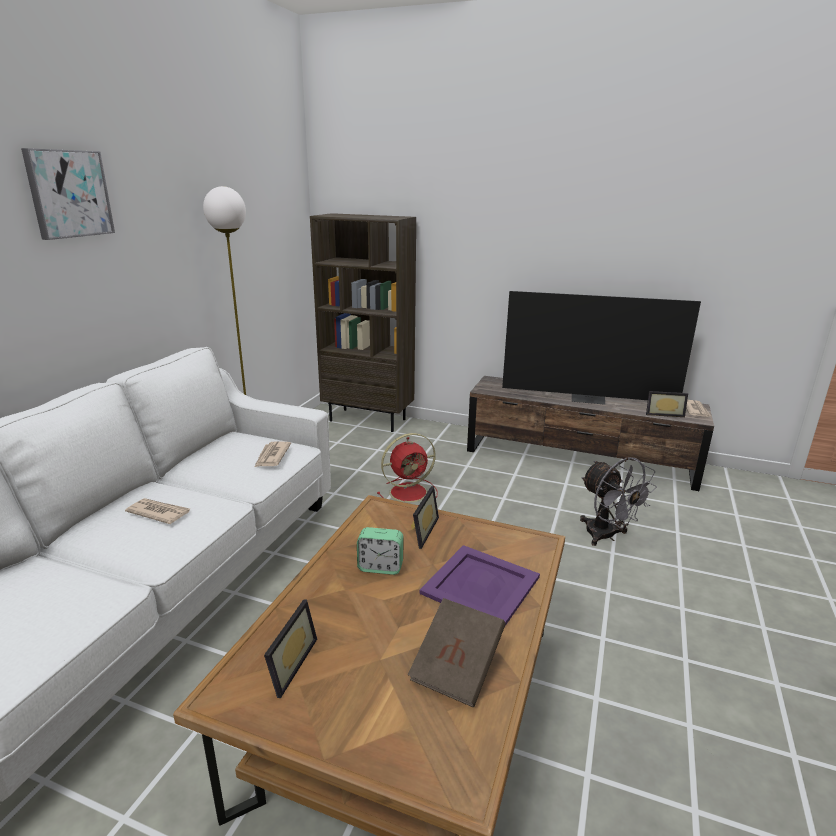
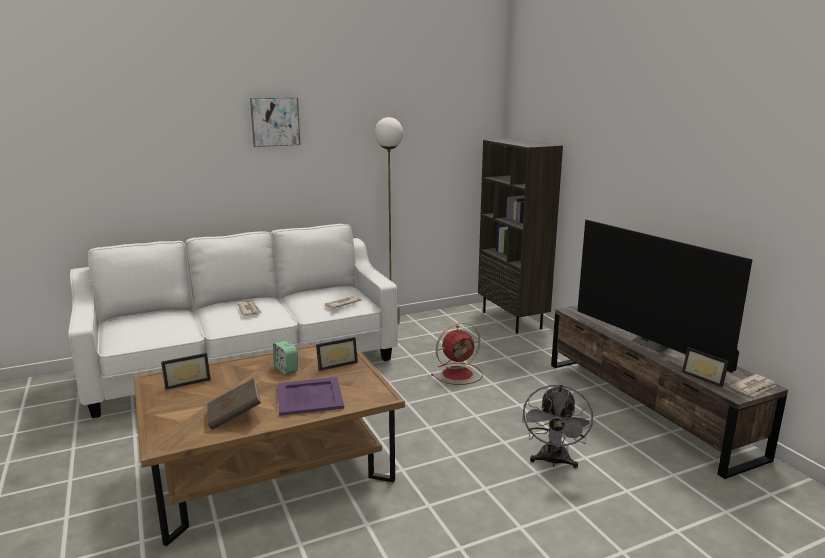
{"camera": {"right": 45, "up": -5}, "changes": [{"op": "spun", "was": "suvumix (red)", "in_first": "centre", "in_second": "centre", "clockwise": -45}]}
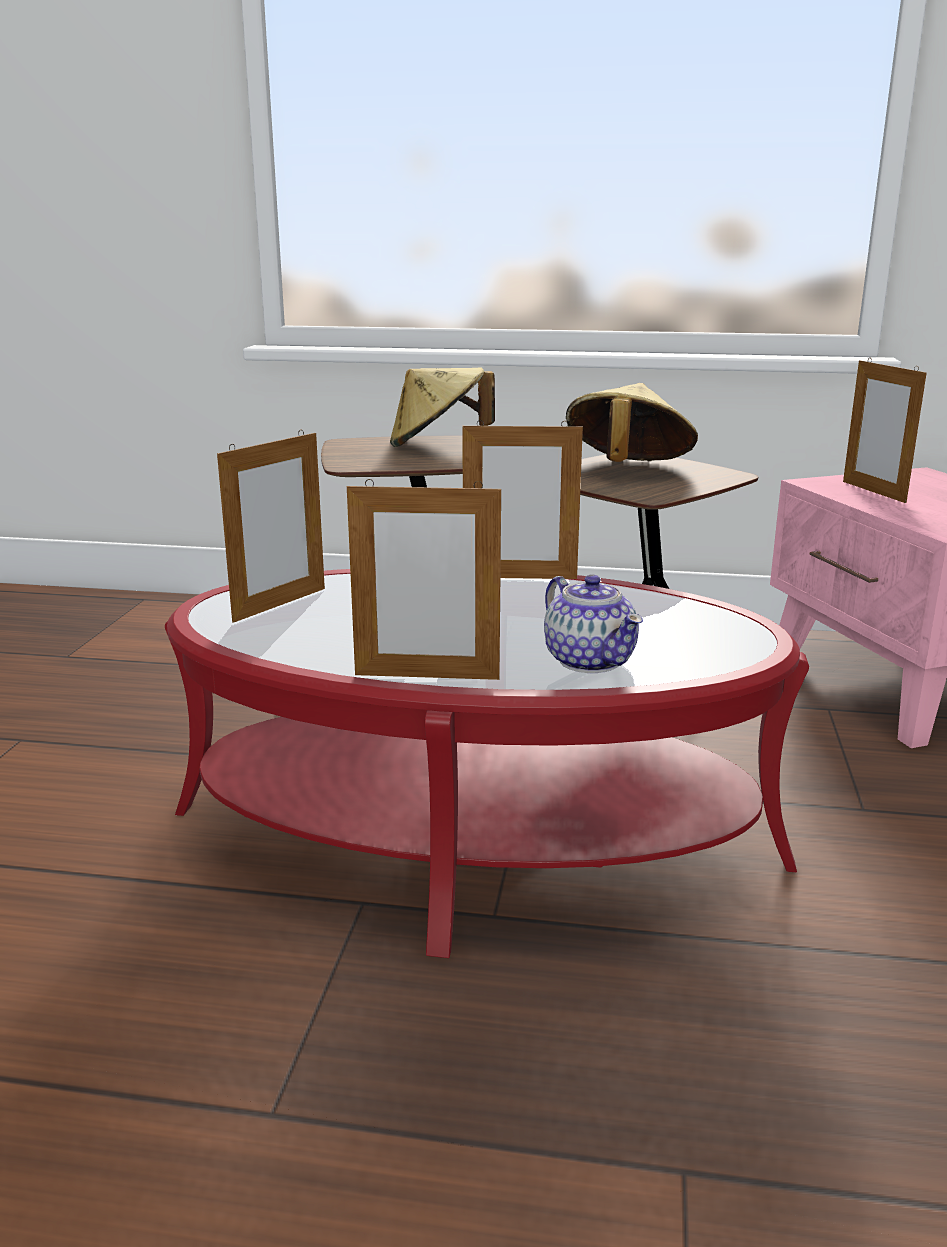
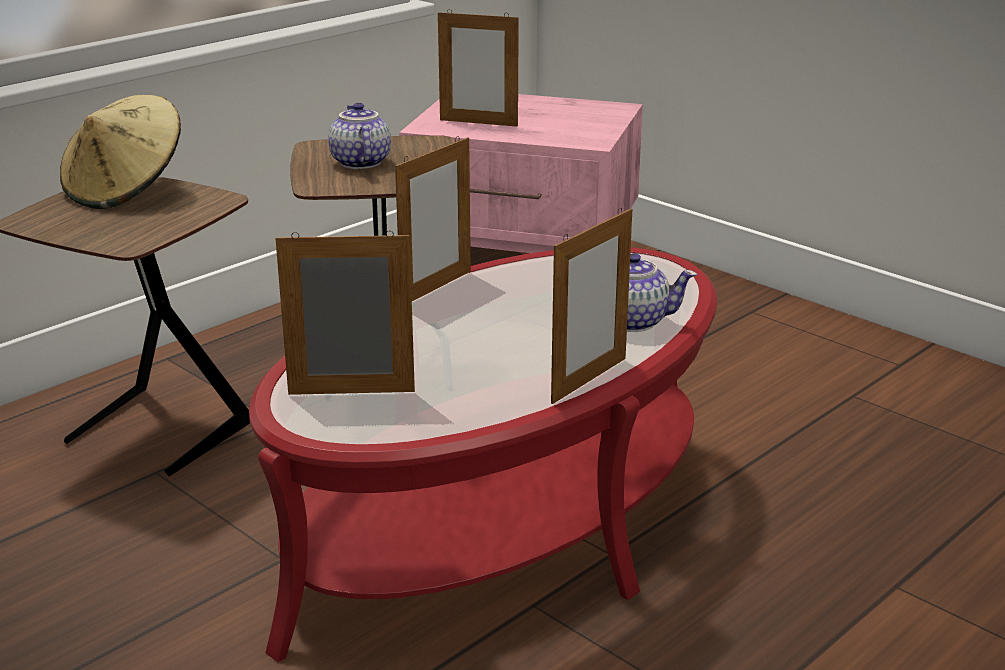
{"camera": {"right": -55, "up": 5}, "changes": [{"op": "exchanged", "was": "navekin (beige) (no. 2 from left)", "now": "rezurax (no. 1 from left)", "in_first": "middle right", "in_second": "top centre"}, {"op": "spun", "was": "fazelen (no. 1 from left)", "in_first": "middle left", "in_second": "centre", "clockwise": -75}]}
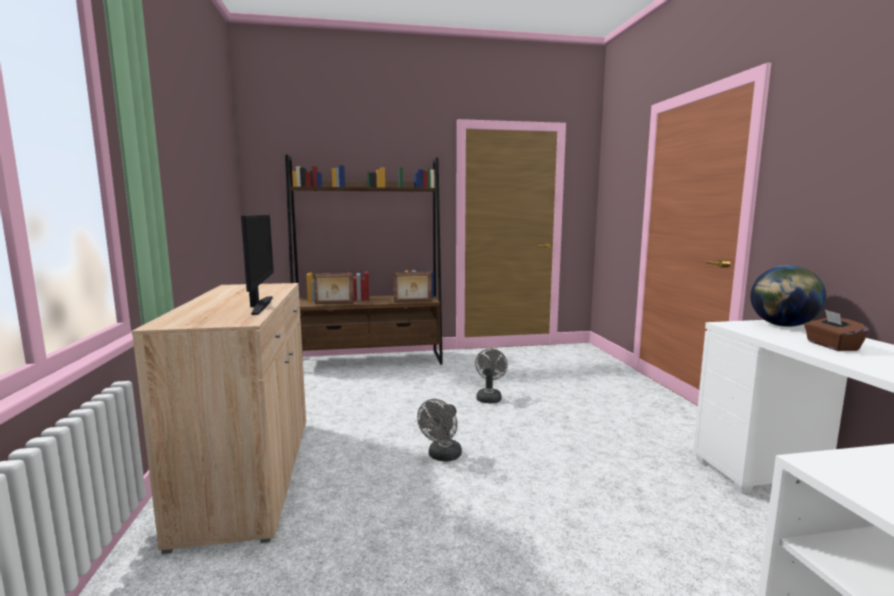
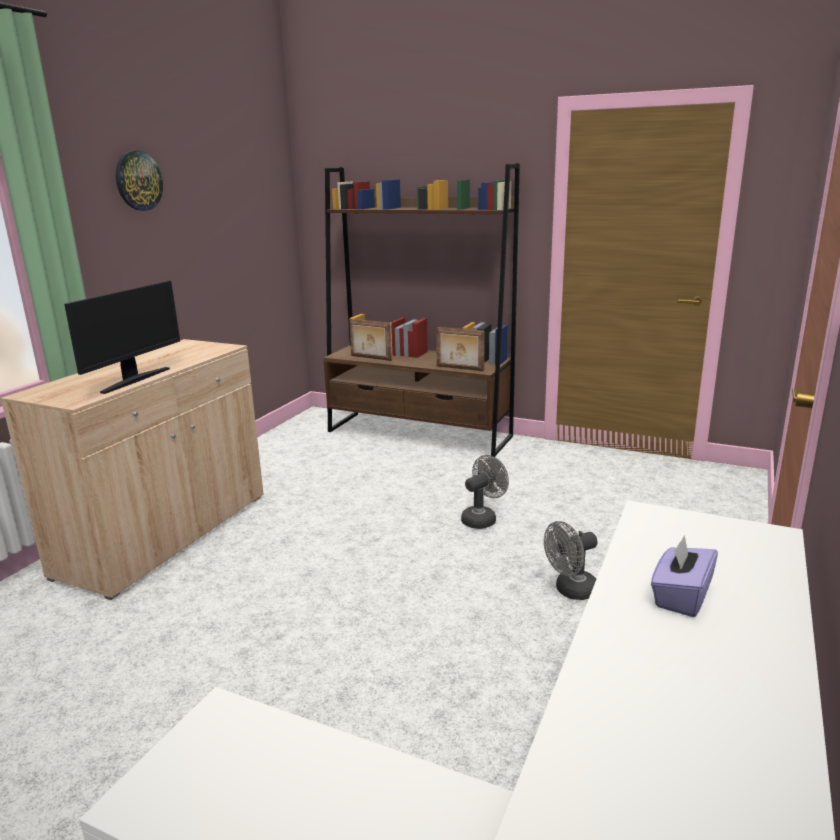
{"camera": {"right": 35, "up": 10}, "changes": [{"op": "missing", "was": "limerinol", "in_first": "middle right"}, {"op": "colour", "was": "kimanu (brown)", "now": "kimanu (purple)", "in_first": "middle right", "in_second": "bottom right"}, {"op": "relocated", "was": "suvumix (grey) (no. 1 from left in the first image)", "now": "suvumix (grey) (no. 2 from left)", "in_first": "bottom centre", "in_second": "bottom right"}, {"op": "appeared", "now": "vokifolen", "in_second": "top left"}]}
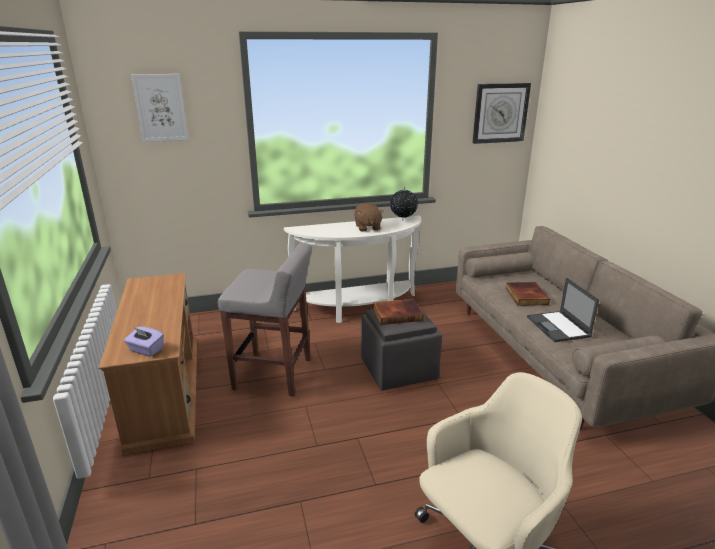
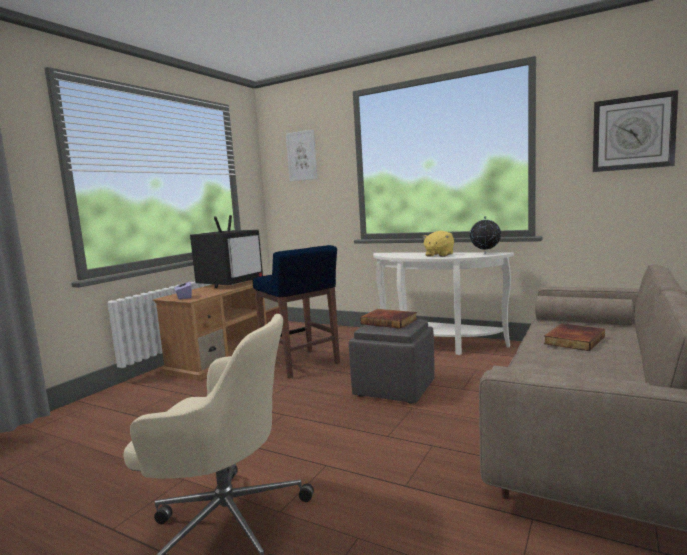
{"camera": {"right": 45, "up": -15}, "changes": [{"op": "colour", "was": "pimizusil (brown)", "now": "pimizusil (yellow)", "in_first": "centre", "in_second": "centre"}, {"op": "colour", "was": "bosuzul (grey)", "now": "bosuzul (blue)", "in_first": "centre", "in_second": "centre"}, {"op": "missing", "was": "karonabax", "in_first": "middle right"}, {"op": "appeared", "now": "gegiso", "in_second": "middle left"}]}
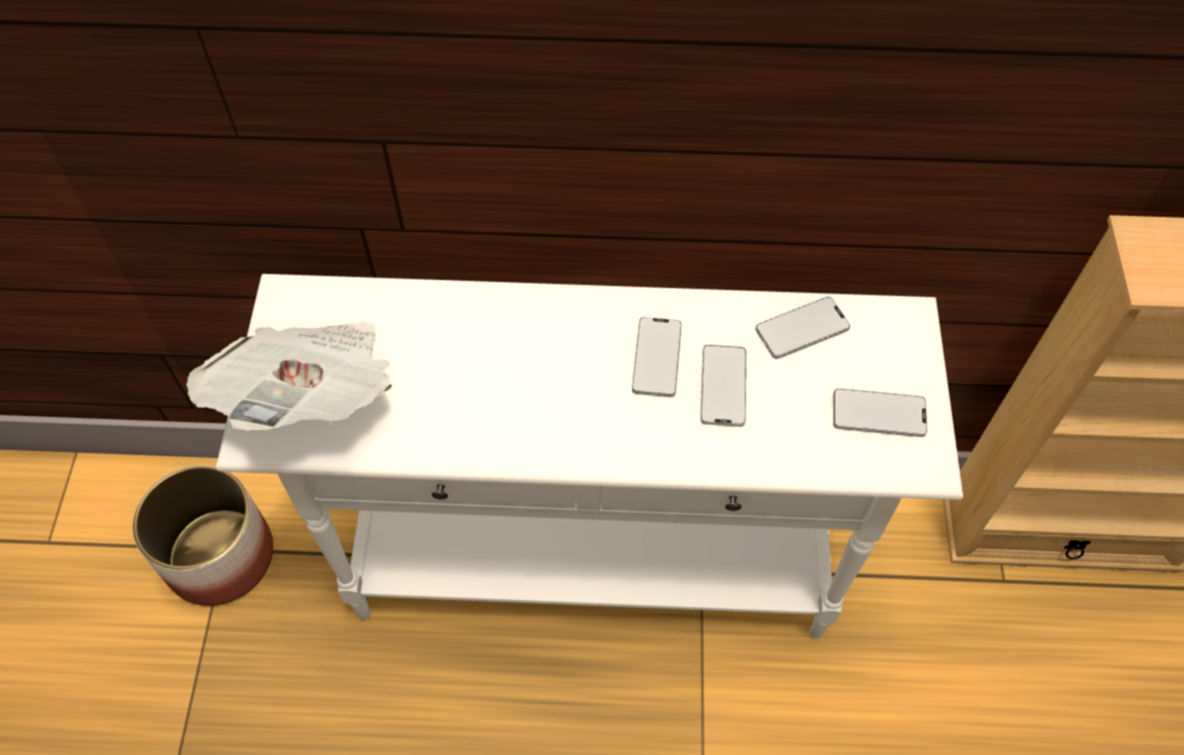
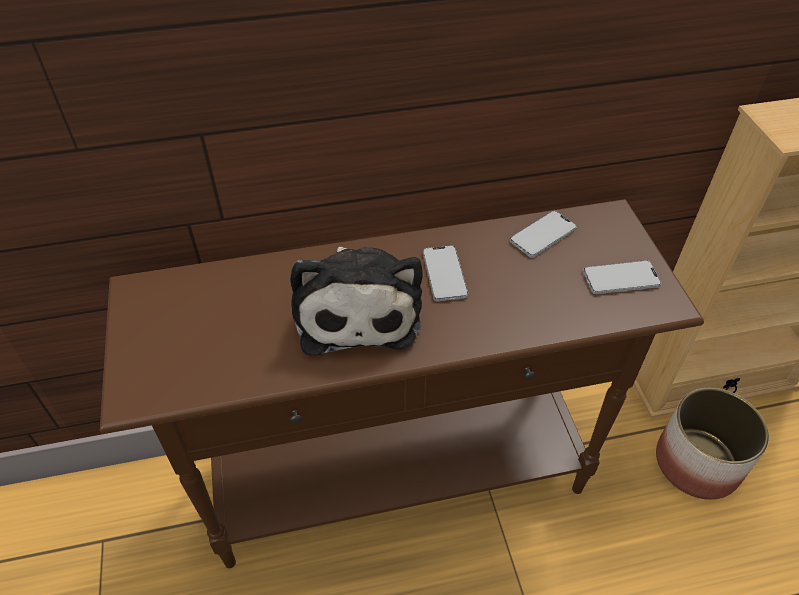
{"camera": {"right": -15, "up": -10}, "changes": [{"op": "colour", "was": "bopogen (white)", "now": "bopogen (brown)", "in_first": "centre", "in_second": "centre"}, {"op": "missing", "was": "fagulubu", "in_first": "middle left"}, {"op": "missing", "was": "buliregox (no. 2 from left)", "in_first": "centre"}, {"op": "relocated", "was": "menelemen", "in_first": "bottom left", "in_second": "bottom right"}, {"op": "appeared", "now": "pimizusil", "in_second": "centre"}]}
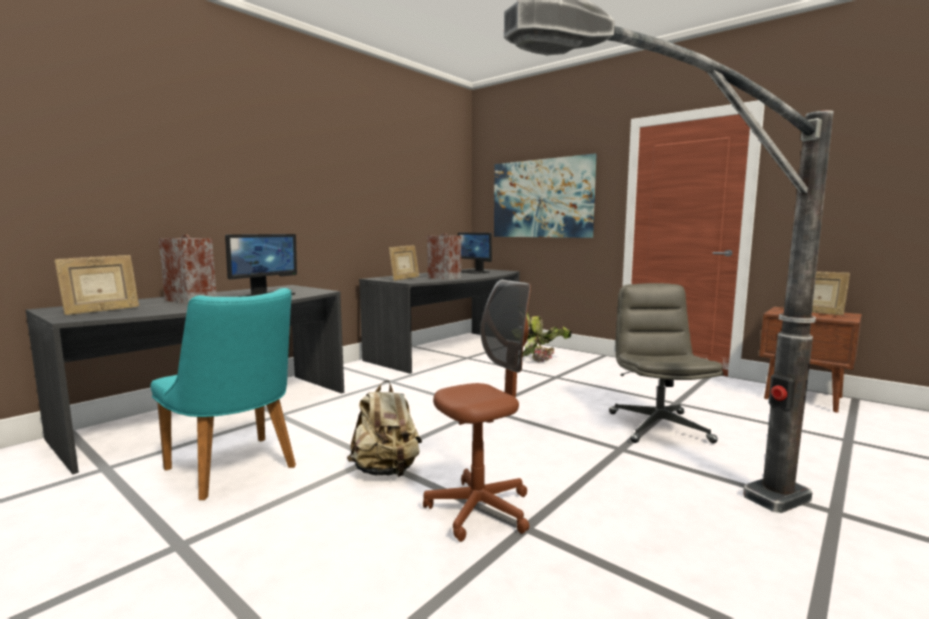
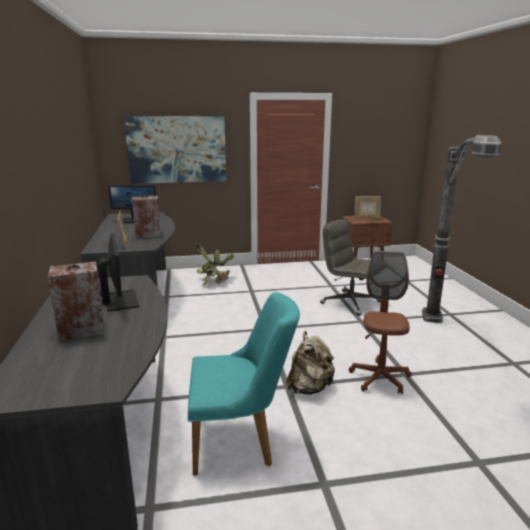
{"camera": {"right": -50, "up": 10}, "changes": [{"op": "missing", "was": "fazelen (no. 1 from left)", "in_first": "middle left"}]}
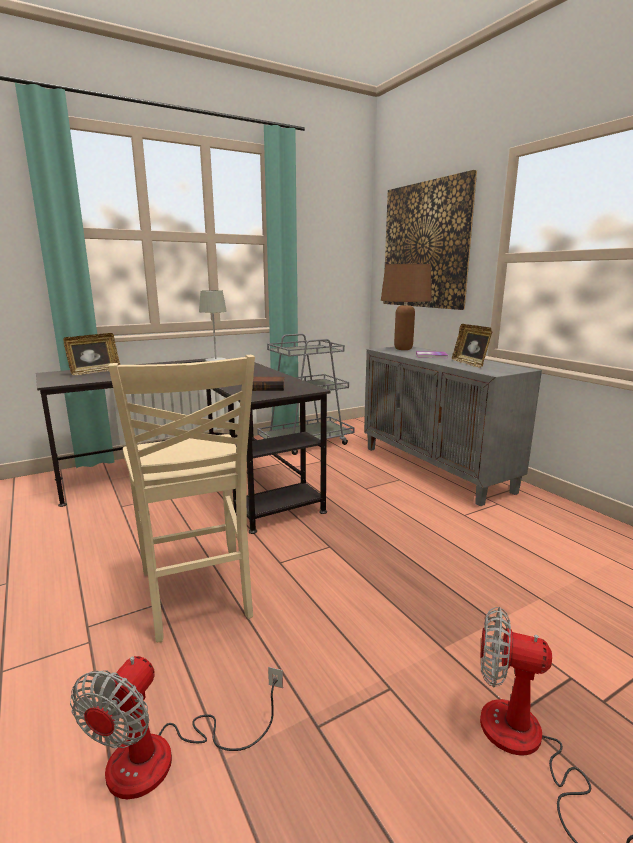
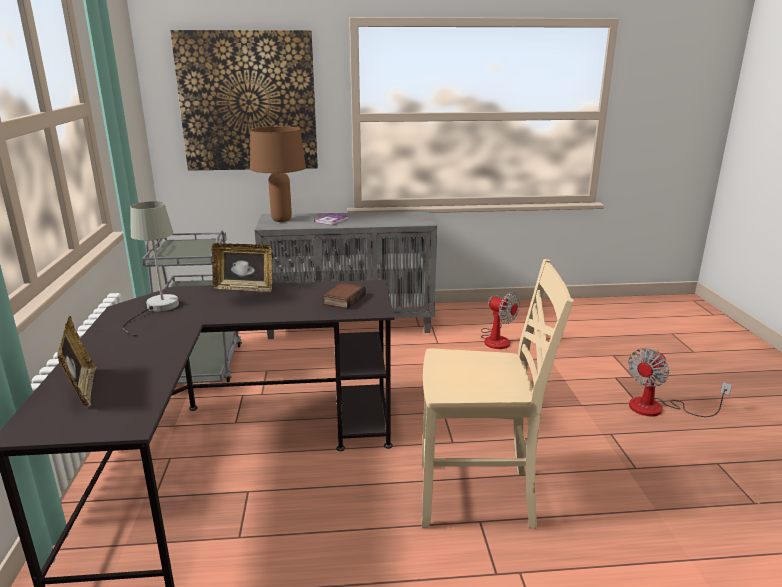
{"camera": {"right": -65, "up": 5}, "changes": [{"op": "relocated", "was": "fazelen (no. 2 from left)", "in_first": "middle right", "in_second": "middle left"}, {"op": "relocated", "was": "suvumix (no. 1 from left)", "in_first": "bottom left", "in_second": "centre"}]}
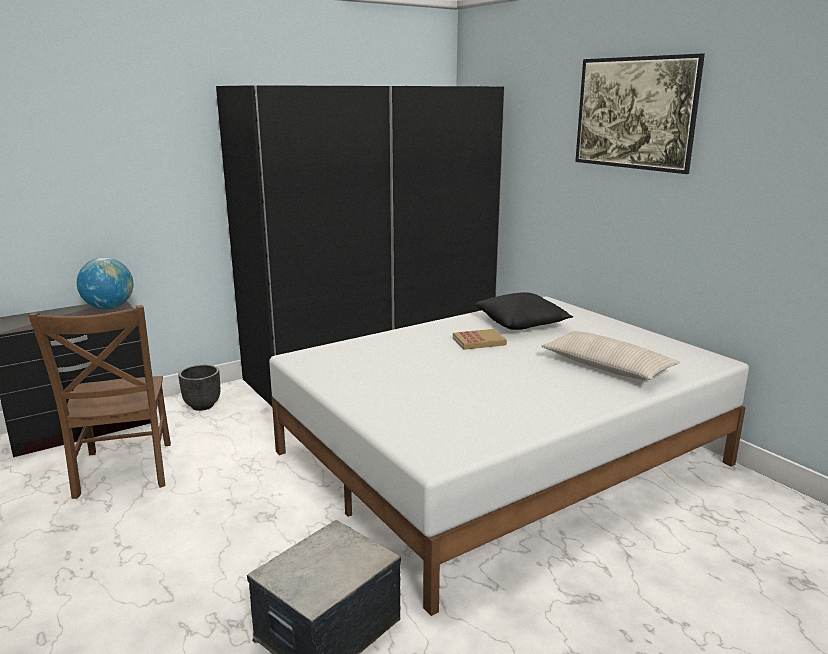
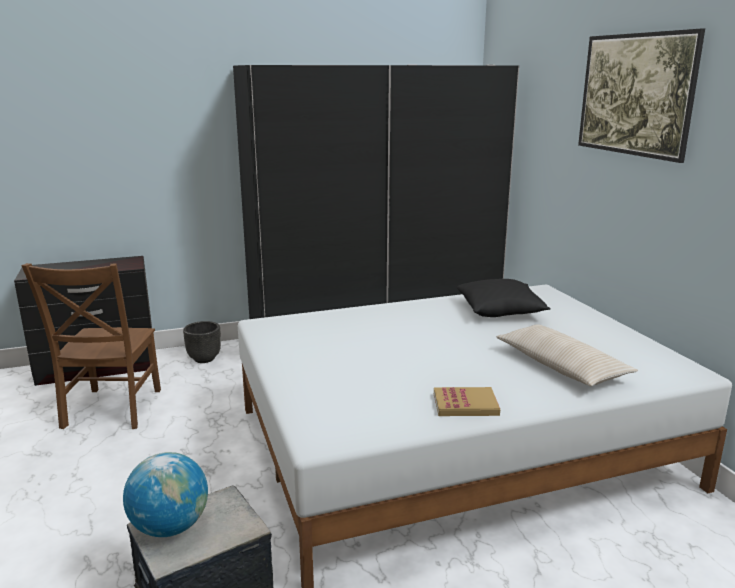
{"camera": {"right": 15, "up": 0}, "changes": [{"op": "relocated", "was": "limerinol", "in_first": "middle left", "in_second": "bottom left"}, {"op": "relocated", "was": "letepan", "in_first": "centre", "in_second": "bottom centre"}]}
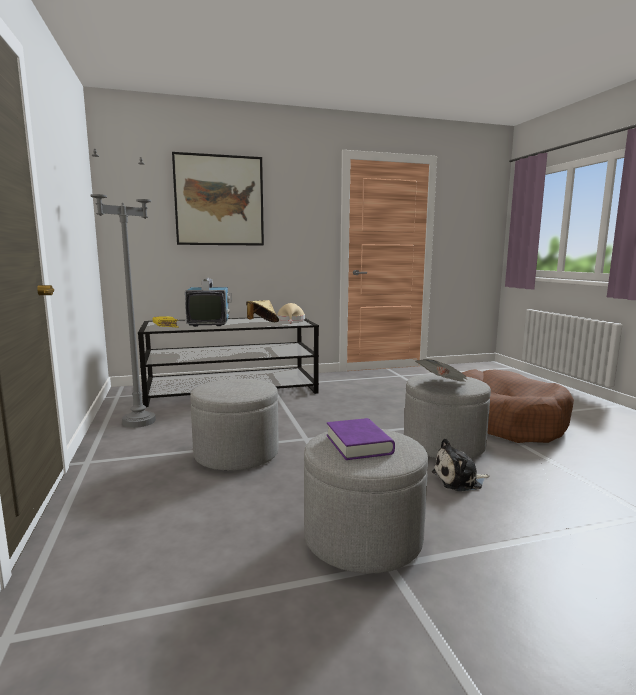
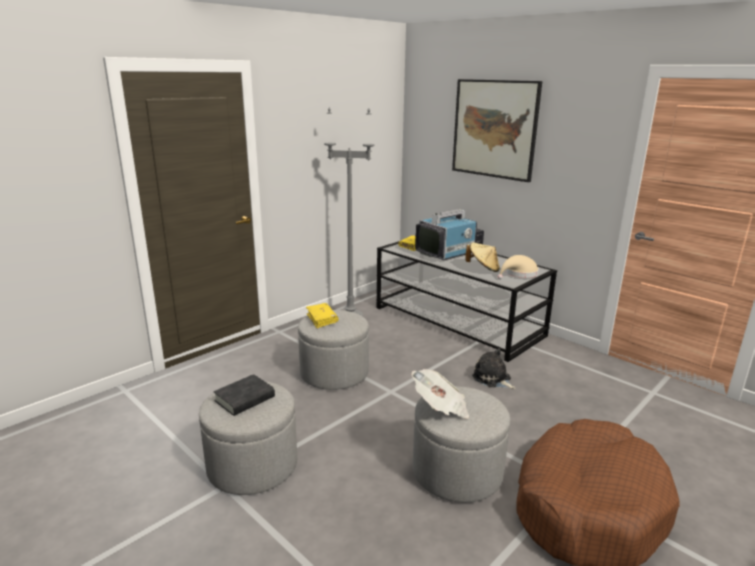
{"camera": {"right": 60, "up": 10}, "changes": [{"op": "colour", "was": "letepan (purple)", "now": "letepan (black)", "in_first": "centre", "in_second": "bottom left"}, {"op": "relocated", "was": "pimizusil", "in_first": "bottom right", "in_second": "centre"}, {"op": "appeared", "now": "letepan (yellow) (no. 1 from left)", "in_second": "centre"}]}
